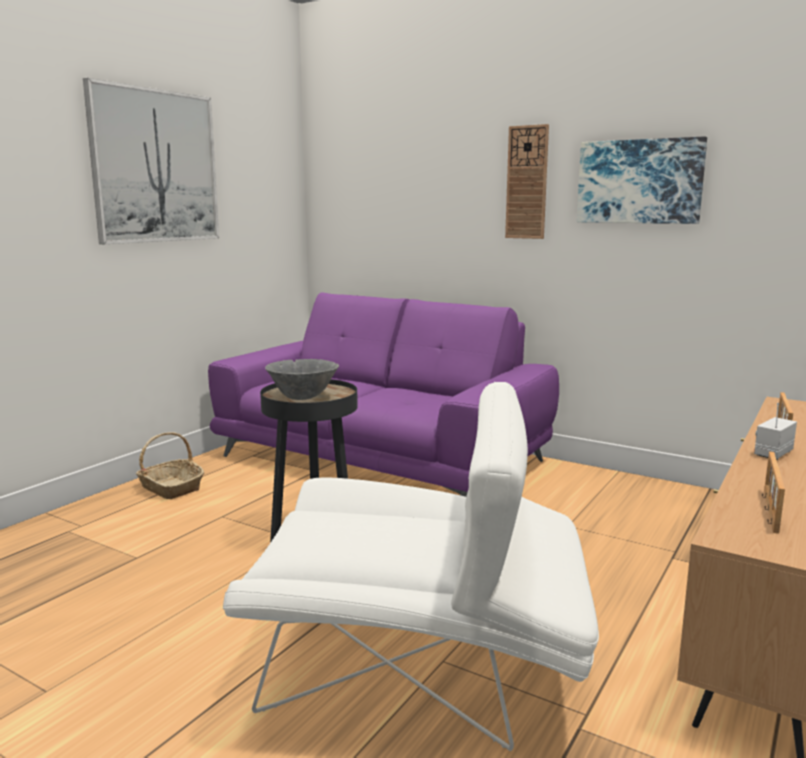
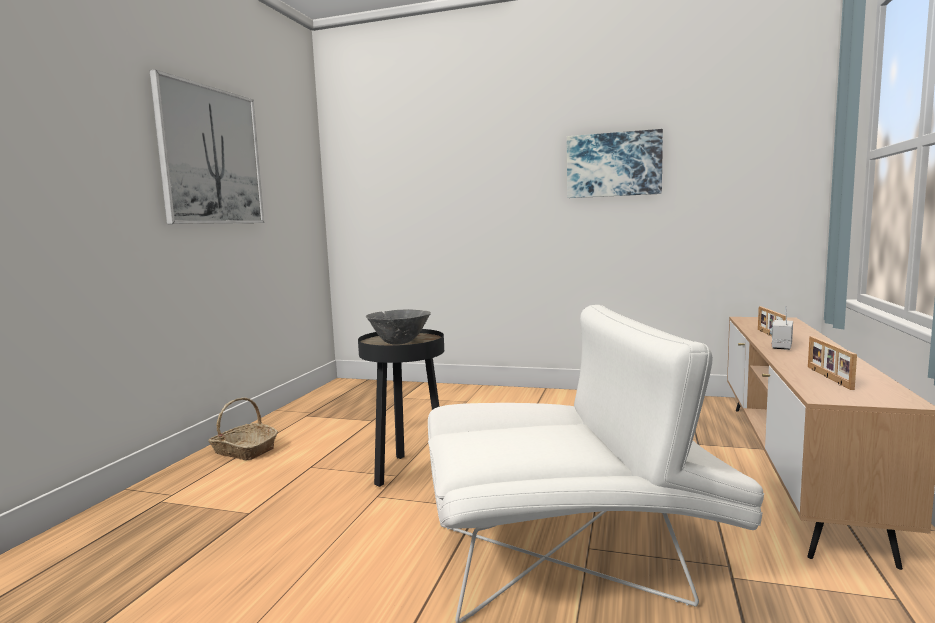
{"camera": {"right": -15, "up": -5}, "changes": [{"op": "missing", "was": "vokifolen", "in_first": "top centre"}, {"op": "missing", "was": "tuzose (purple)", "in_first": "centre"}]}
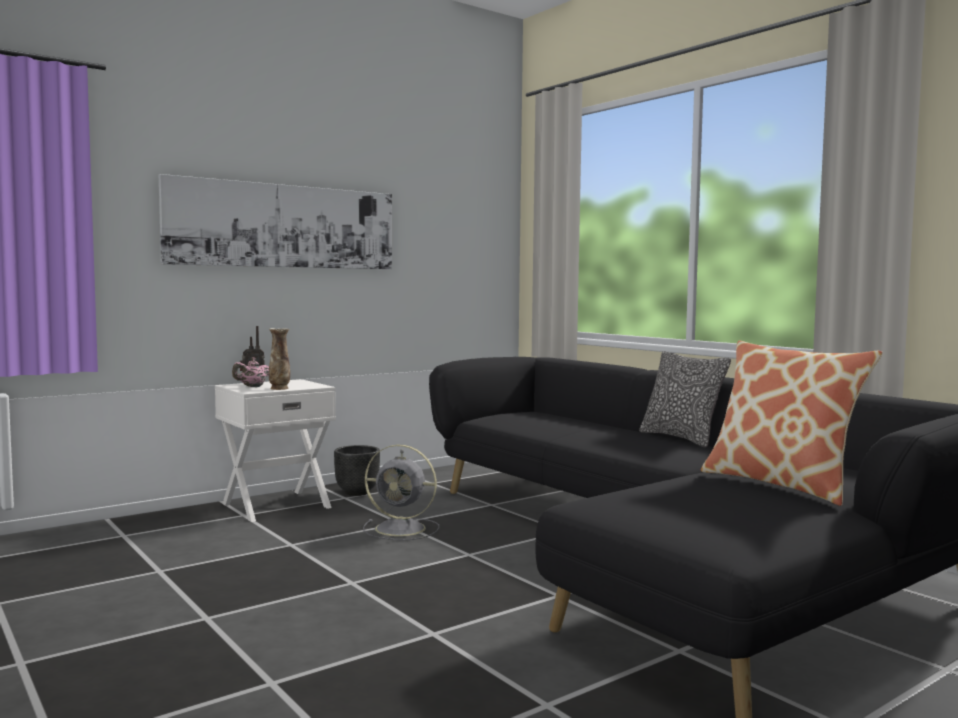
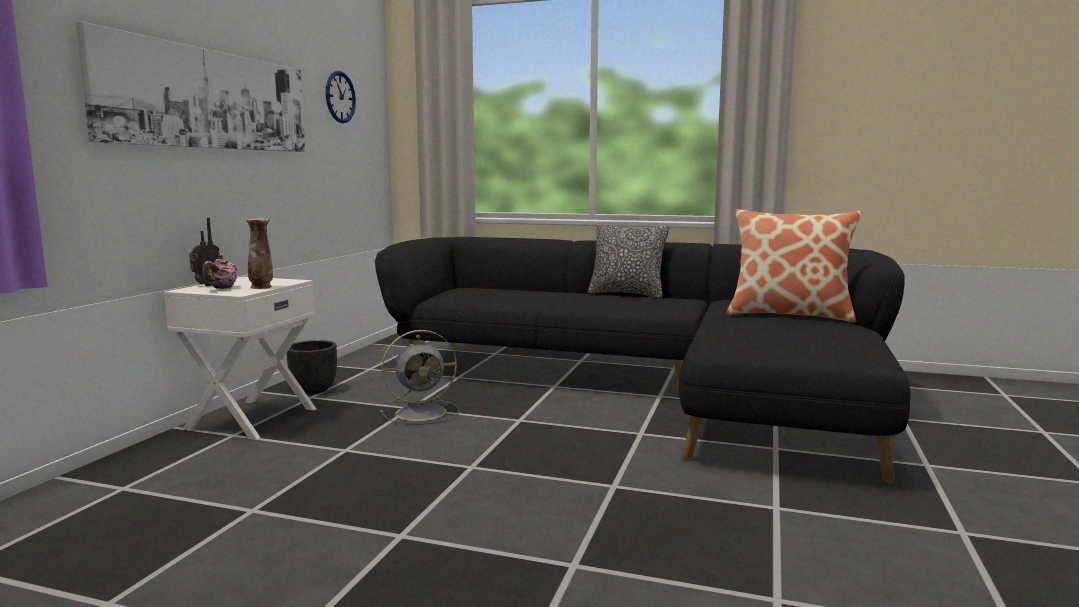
{"camera": {"right": -35, "up": 5}, "changes": [{"op": "appeared", "now": "vokifolen", "in_second": "top left"}]}
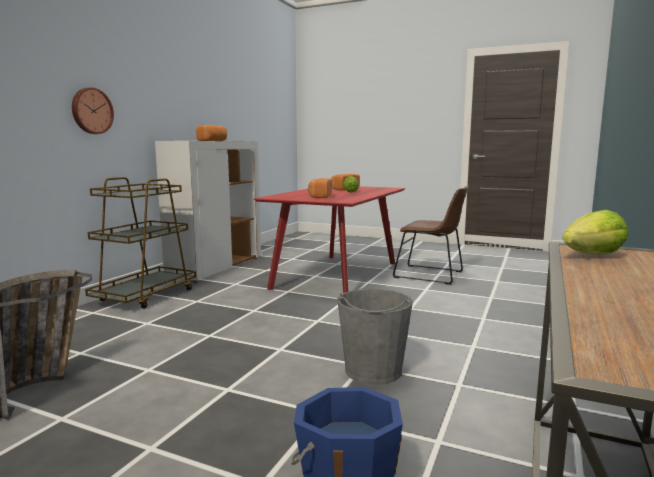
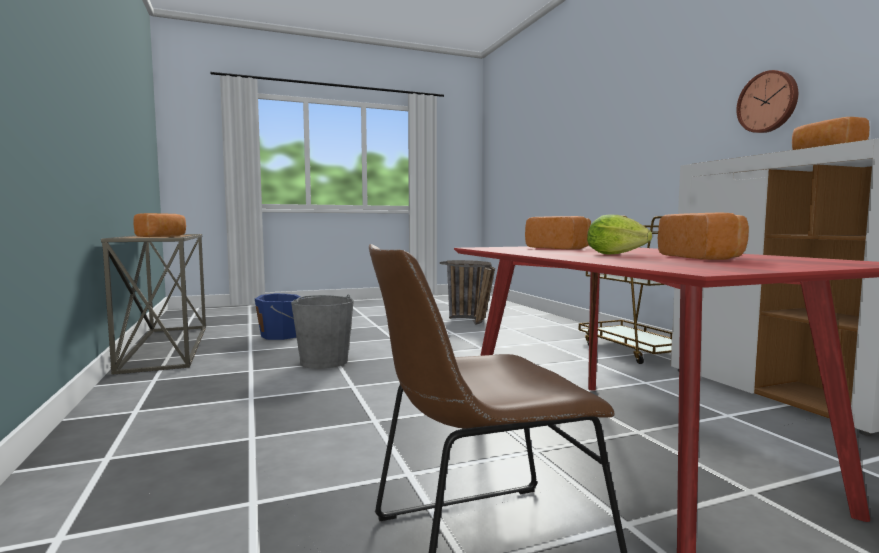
{"camera": {"right": 135, "up": -5}, "changes": [{"op": "relocated", "was": "vokifolen", "in_first": "top left", "in_second": "top right"}, {"op": "exchanged", "was": "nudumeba (no. 2 from left)", "now": "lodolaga (no. 1 from left)", "in_first": "middle right", "in_second": "middle left"}]}
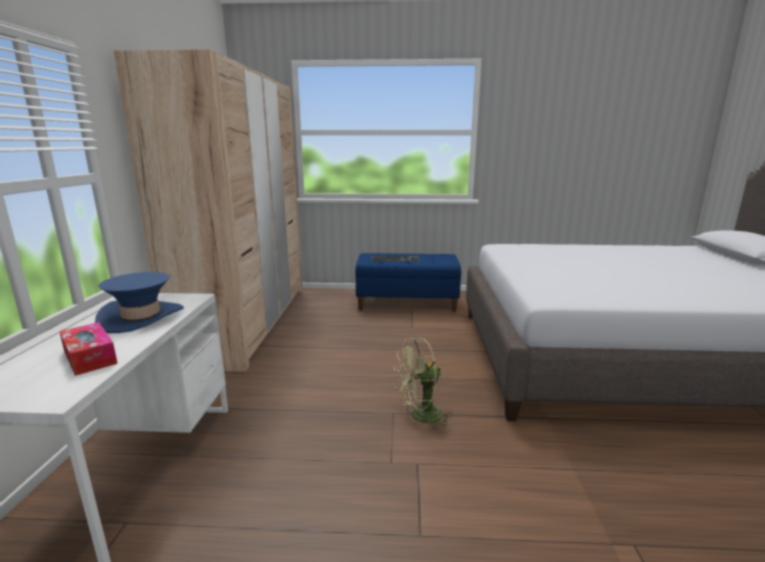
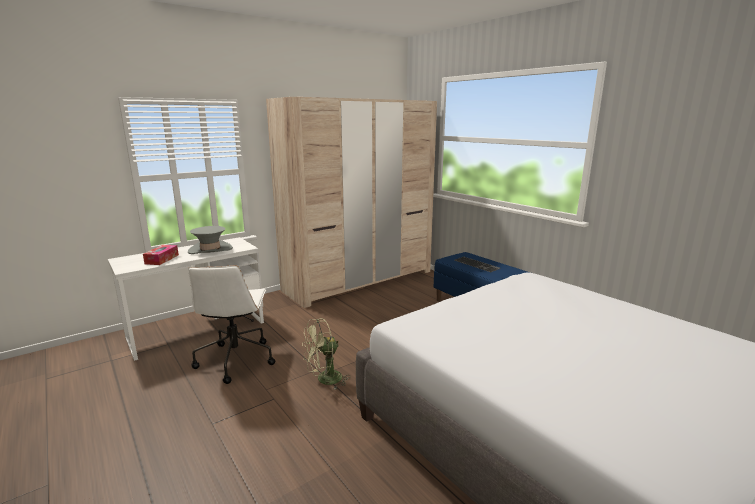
{"camera": {"right": 50, "up": 0}, "changes": [{"op": "colour", "was": "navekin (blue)", "now": "navekin (grey)", "in_first": "middle left", "in_second": "middle left"}, {"op": "spun", "was": "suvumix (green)", "in_first": "bottom centre", "in_second": "bottom centre", "clockwise": -60}, {"op": "appeared", "now": "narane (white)", "in_second": "middle left"}]}
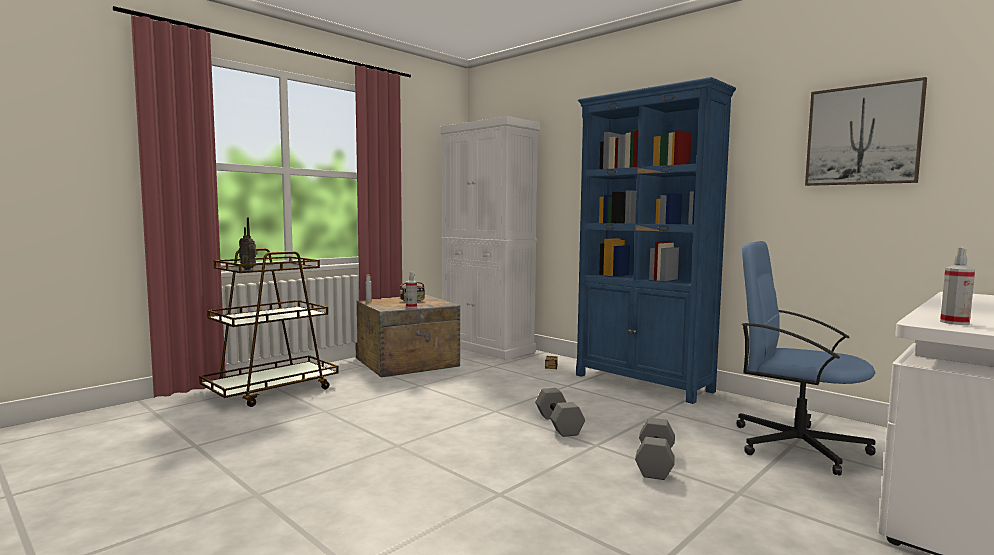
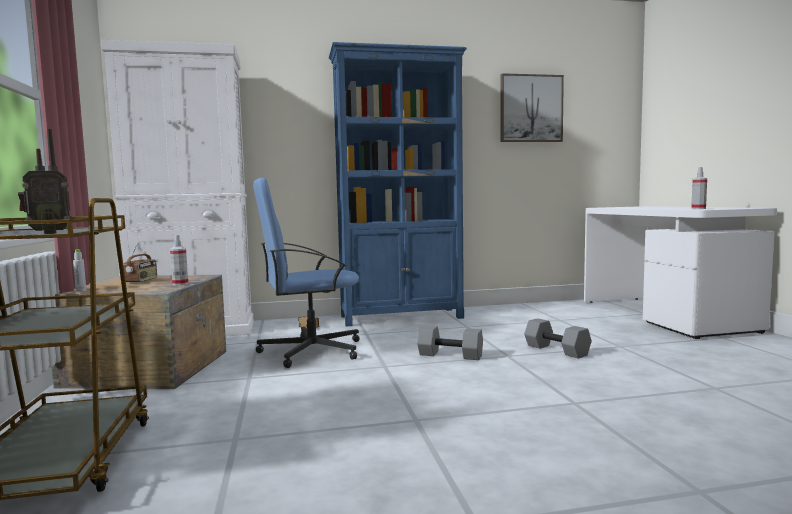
{"camera": {"right": -55, "up": 0}, "changes": [{"op": "relocated", "was": "narane (blue)", "in_first": "middle right", "in_second": "centre"}]}
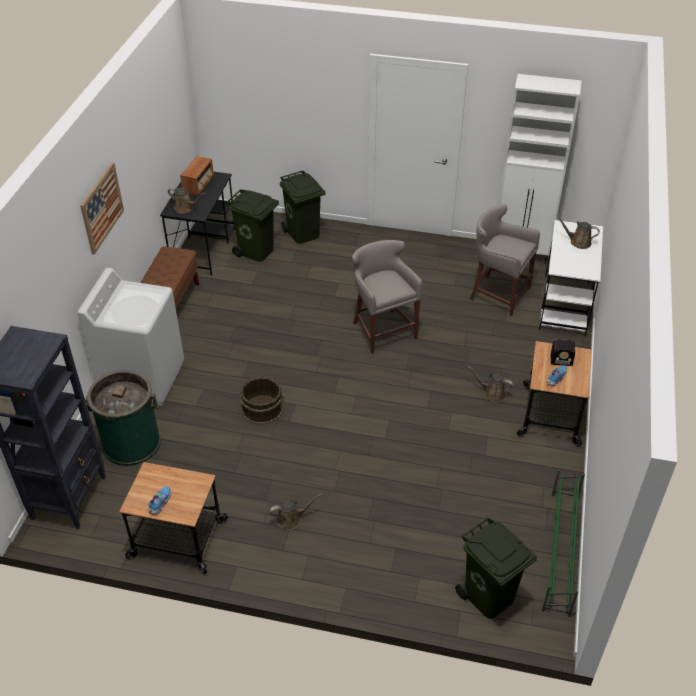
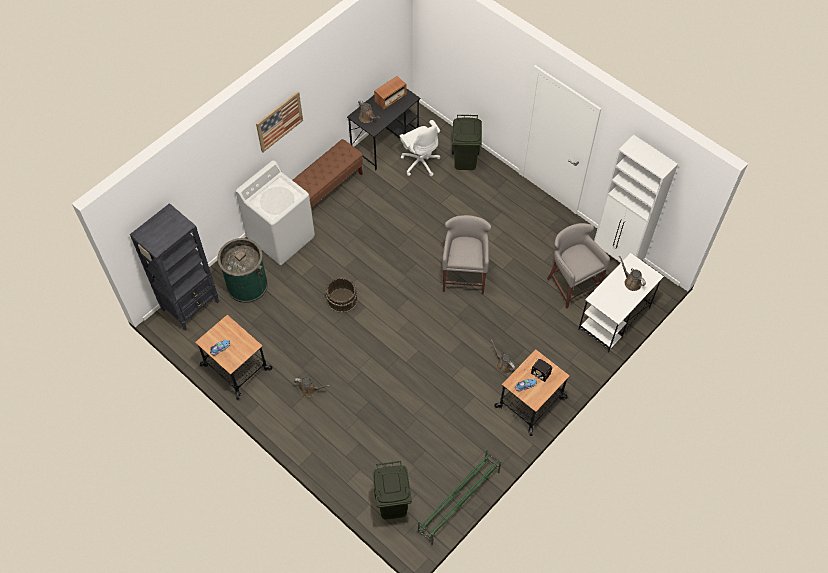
{"camera": {"right": 30, "up": 15}, "changes": [{"op": "exchanged", "was": "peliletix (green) (no. 2 from left)", "now": "narane (white)", "in_first": "top centre", "in_second": "top centre"}]}
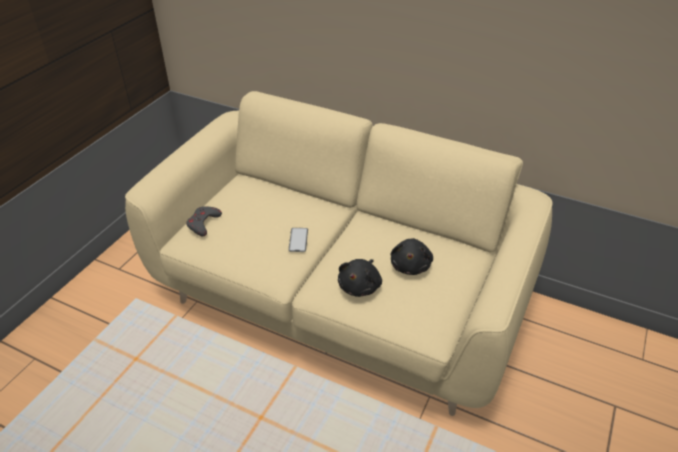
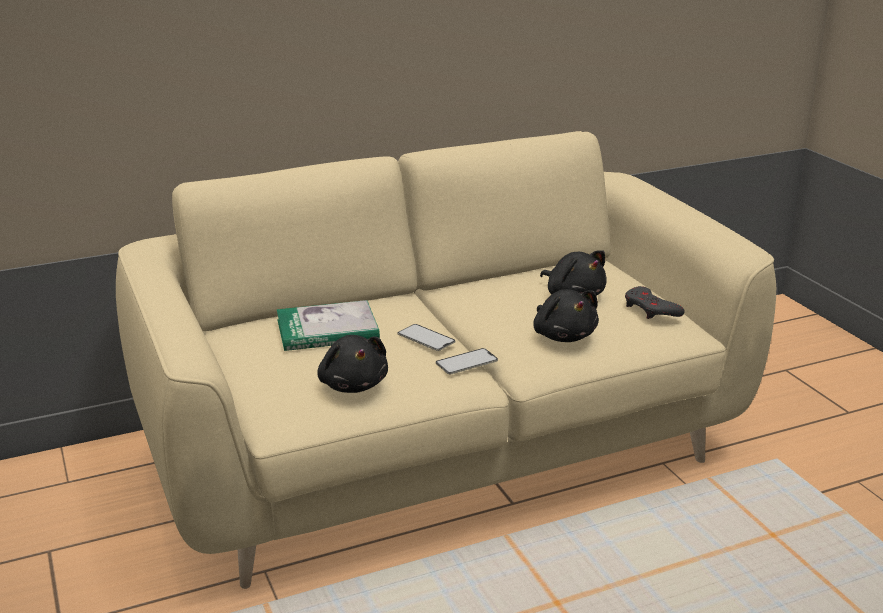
{"camera": {"right": -50, "up": -15}, "changes": [{"op": "relocated", "was": "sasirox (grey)", "in_first": "middle left", "in_second": "middle right"}, {"op": "appeared", "now": "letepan", "in_second": "centre"}, {"op": "appeared", "now": "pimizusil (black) (no. 1 from left)", "in_second": "centre"}, {"op": "appeared", "now": "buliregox (no. 2 from left)", "in_second": "centre"}]}
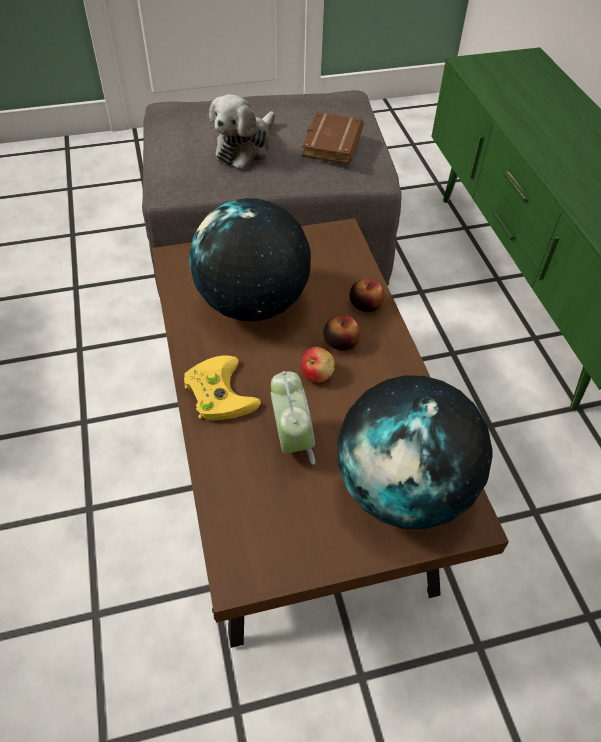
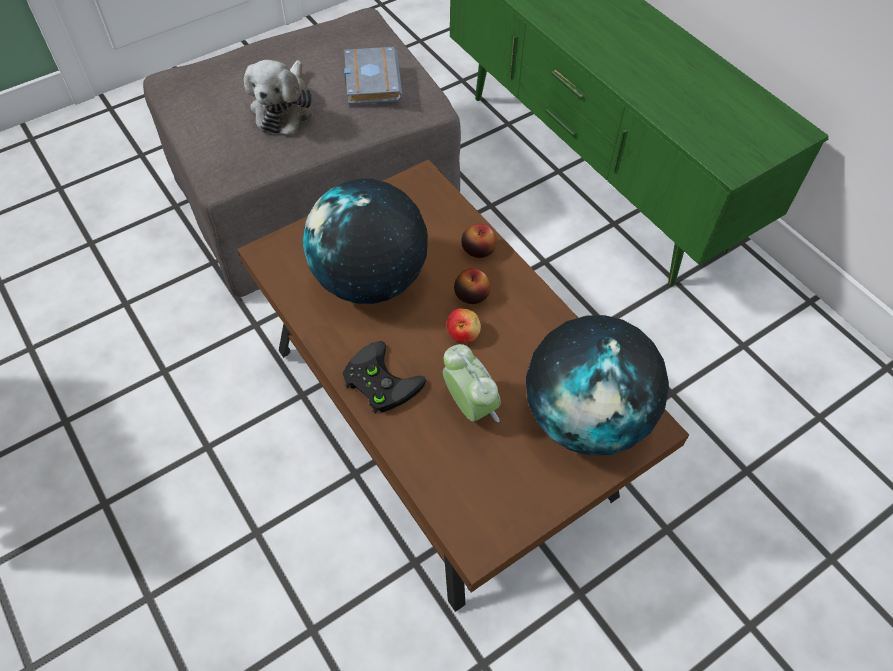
{"camera": {"right": -20, "up": 5}, "changes": [{"op": "colour", "was": "letepan (brown)", "now": "letepan (grey)", "in_first": "top centre", "in_second": "top centre"}, {"op": "colour", "was": "sasirox (yellow)", "now": "sasirox (black)", "in_first": "centre", "in_second": "centre"}]}
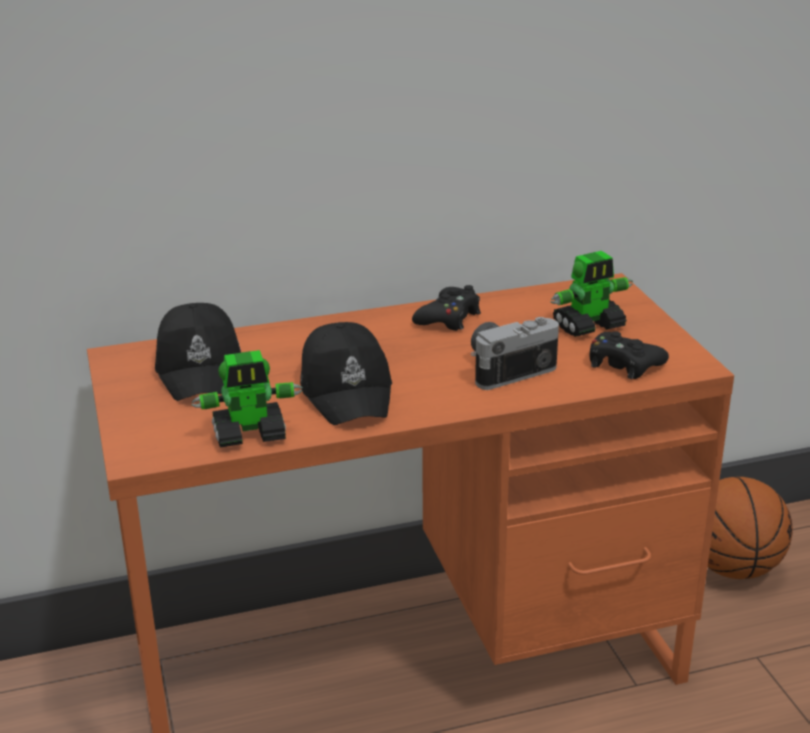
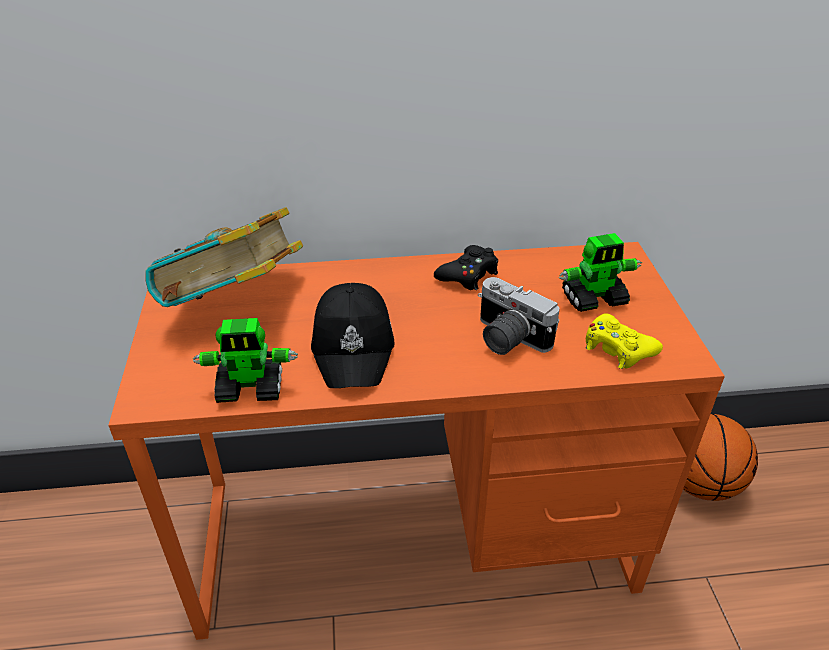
{"camera": {"right": 10, "up": 10}, "changes": [{"op": "exchanged", "was": "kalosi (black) (no. 1 from left)", "now": "letepan", "in_first": "middle left", "in_second": "middle left"}, {"op": "spun", "was": "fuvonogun", "in_first": "centre", "in_second": "centre", "clockwise": -120}, {"op": "colour", "was": "sasirox (black) (no. 2 from left)", "now": "sasirox (yellow)", "in_first": "middle right", "in_second": "middle right"}]}
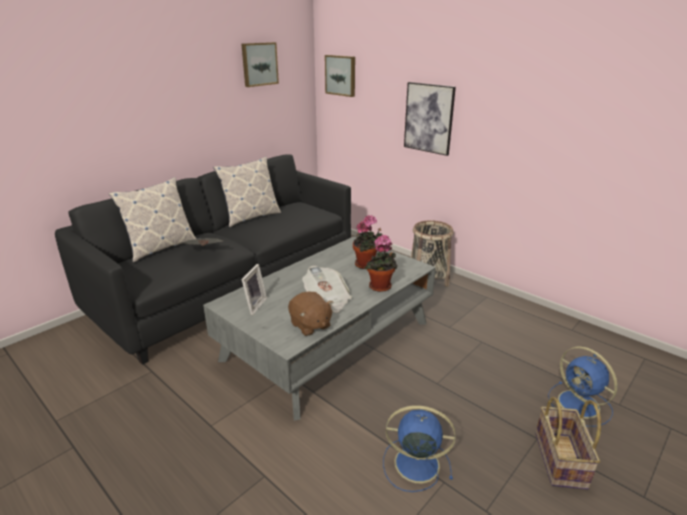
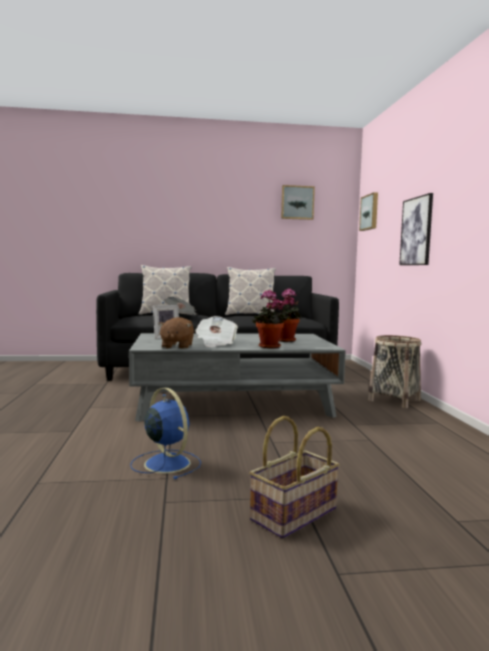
{"camera": {"right": 40, "up": -20}, "changes": [{"op": "missing", "was": "suvumix (blue) (no. 2 from left)", "in_first": "bottom right"}]}
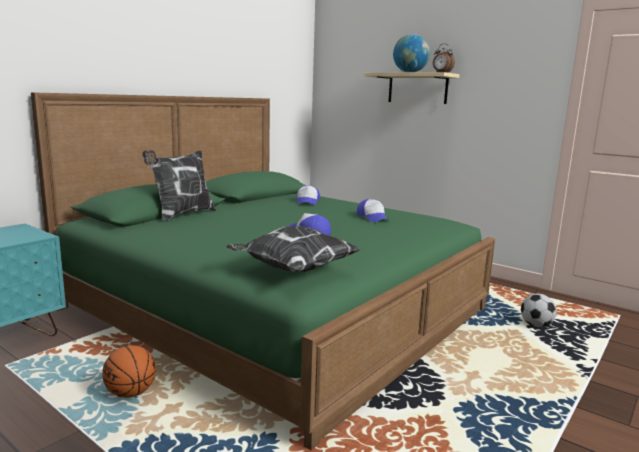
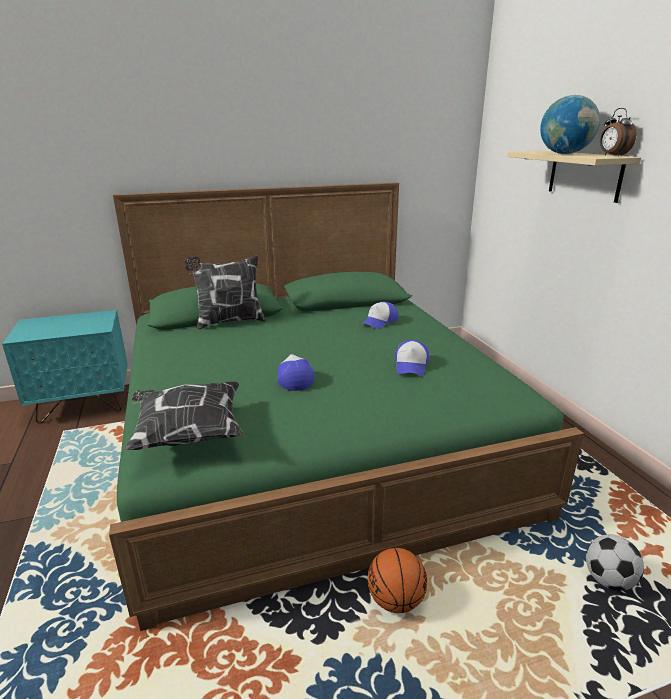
{"camera": {"right": 35, "up": 10}, "changes": [{"op": "relocated", "was": "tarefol", "in_first": "bottom left", "in_second": "bottom centre"}]}
